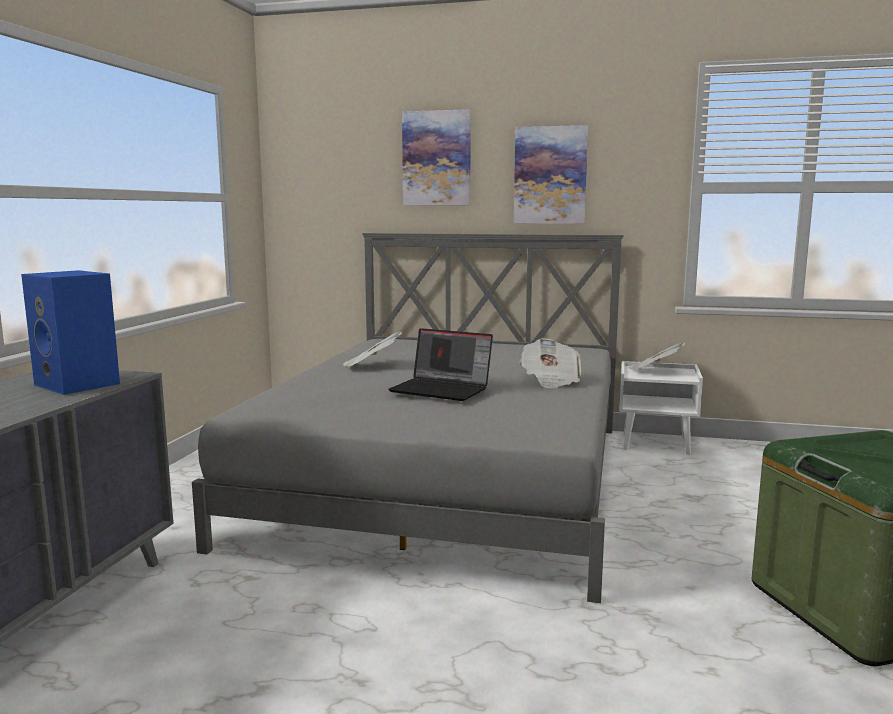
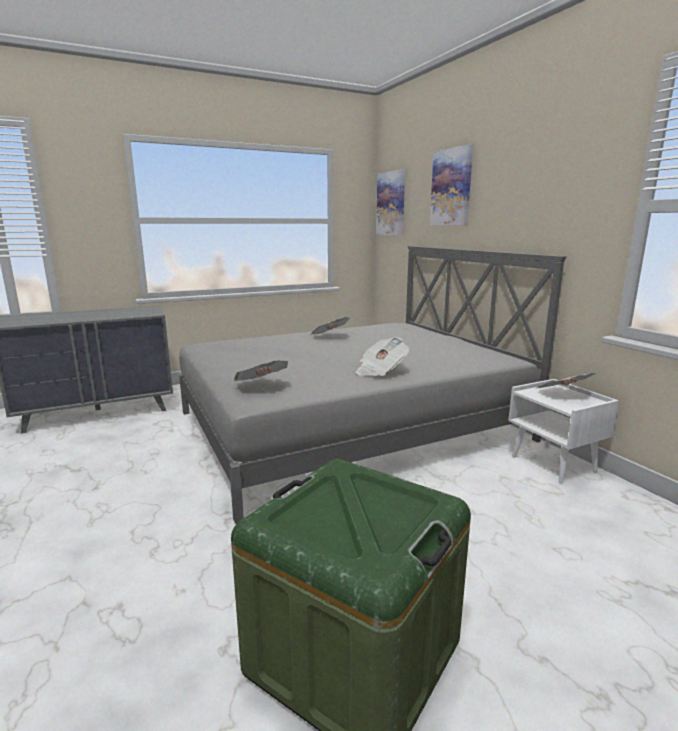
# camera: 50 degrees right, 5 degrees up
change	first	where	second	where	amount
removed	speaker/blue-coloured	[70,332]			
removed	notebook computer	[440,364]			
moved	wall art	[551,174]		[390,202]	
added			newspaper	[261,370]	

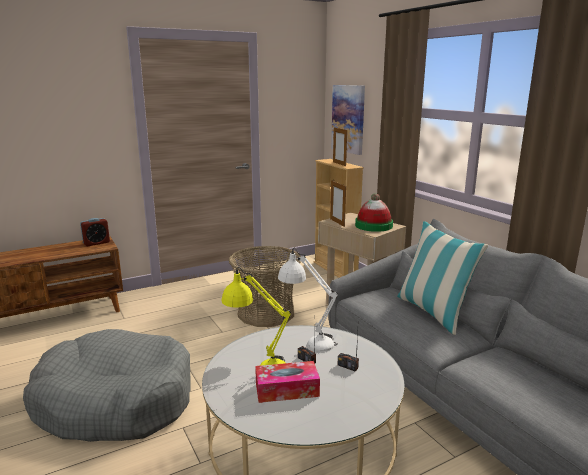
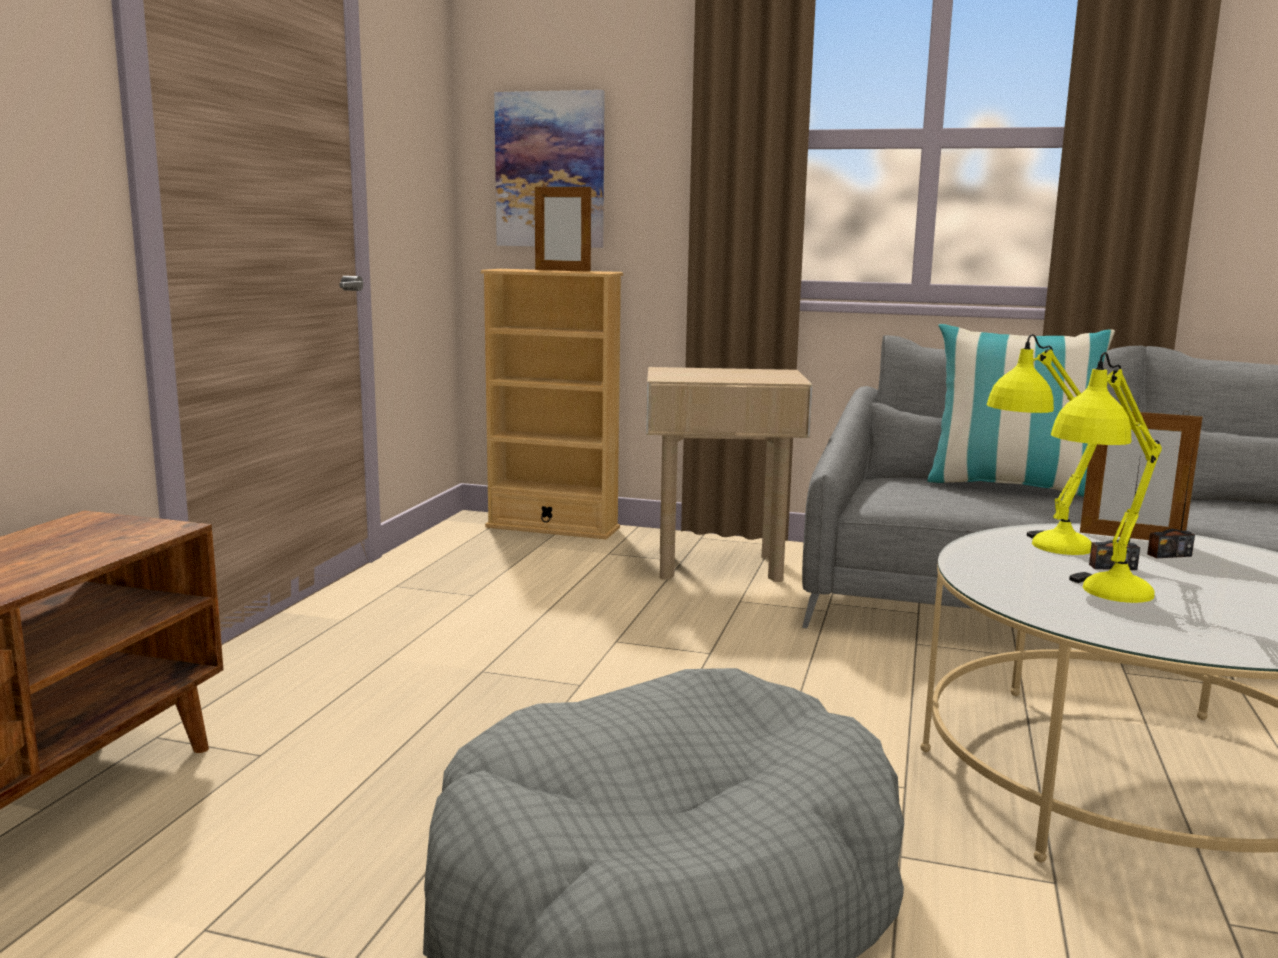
# camera: 45 degrees left, 5 degrees down
change	first	where	second	where	amount
removed	bedside clock	[95,232]			
removed	storage basket	[265,286]			
removed	box of tissues	[287,382]			
recoloured	table lamp/whitish	[308,300]	table lamp/yellow-coloured	[1042,444]	
moved	standing frame	[338,203]		[1141,475]	
removed	wearable hat	[374,212]			

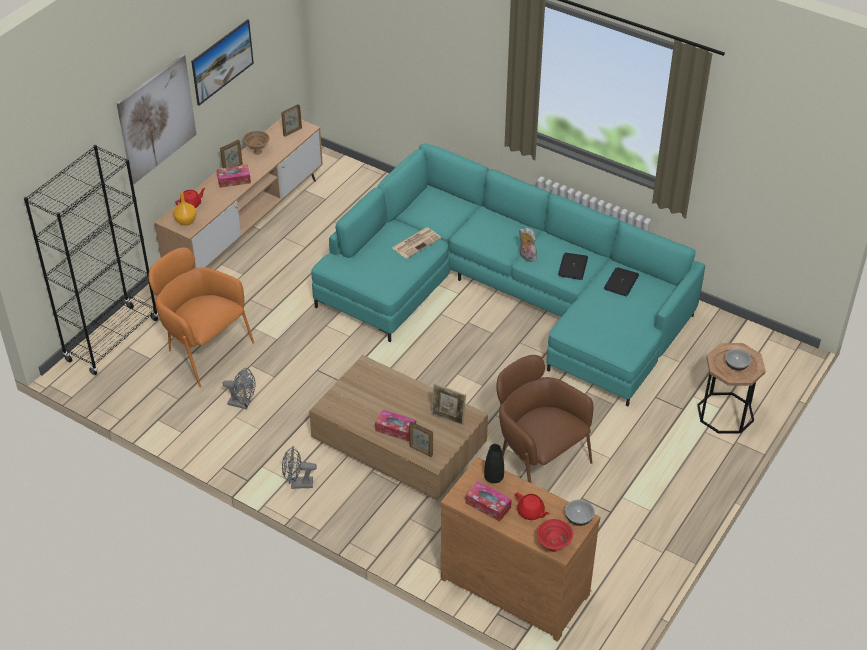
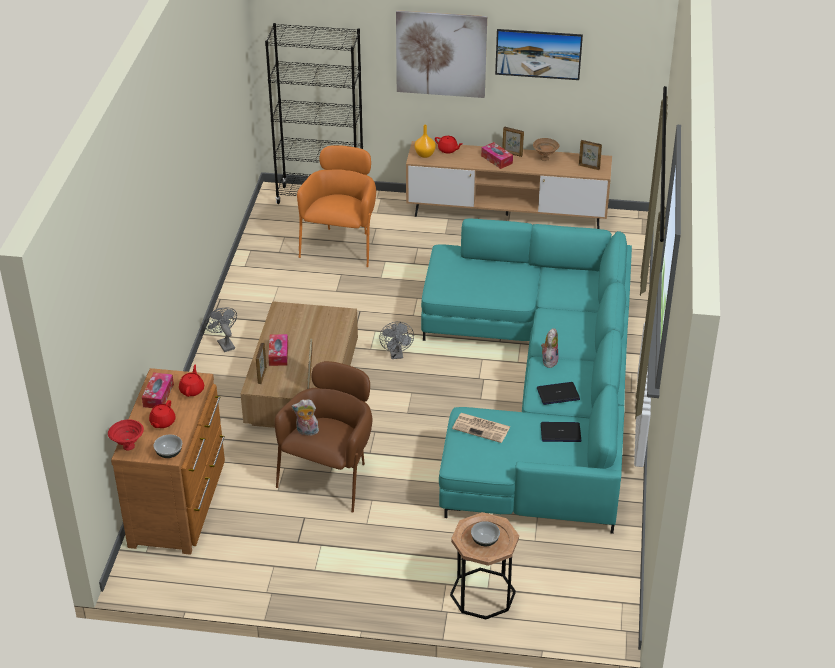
# camera: 65 degrees right, 5 degrees down
change	first	where	second	where	amount
moved	electric fan/greyish	[239,388]		[396,340]	
moved	newspaper	[416,243]		[481,428]	
replaced	decorative vase/blackish	[494,463]	tea pot/red	[191,381]	
added			cuddly toy	[305,417]	

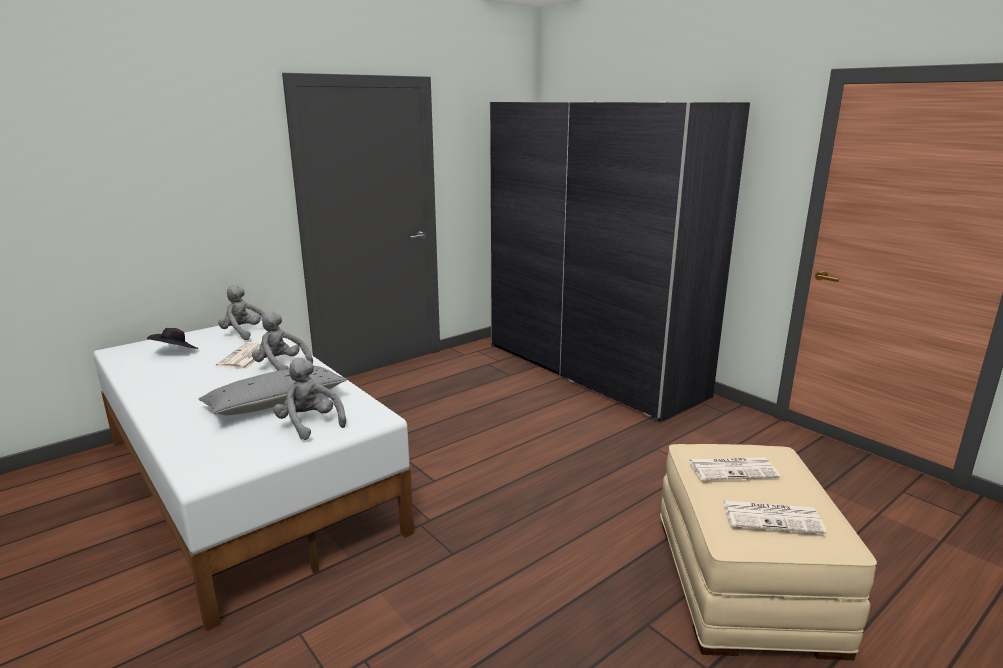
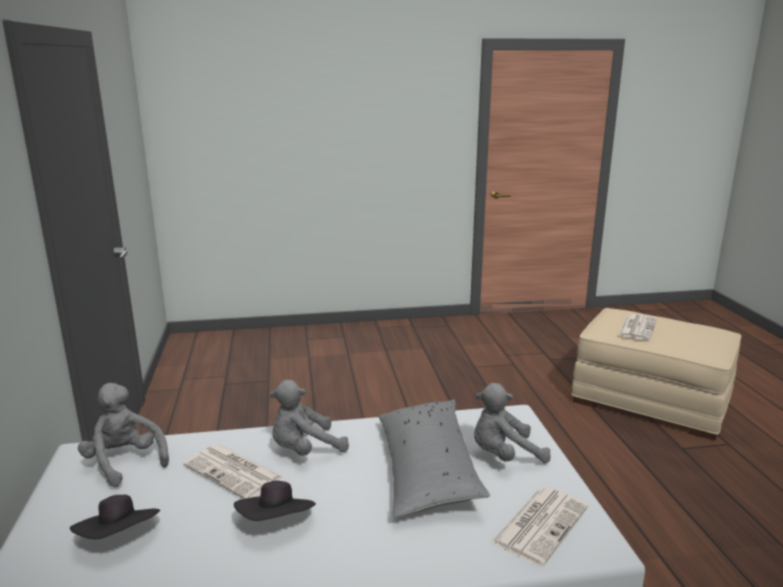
# camera: 60 degrees left, 0 degrees up
change	first	where	second	where	amount
turned	cuddly toy/greyish	[241,312]		[123,435]	75 degrees clockwise
removed	armoire/greyish	[620,261]			
moved	newspaper	[775,517]		[539,527]	
added			wearable hat/blackish	[275,501]	

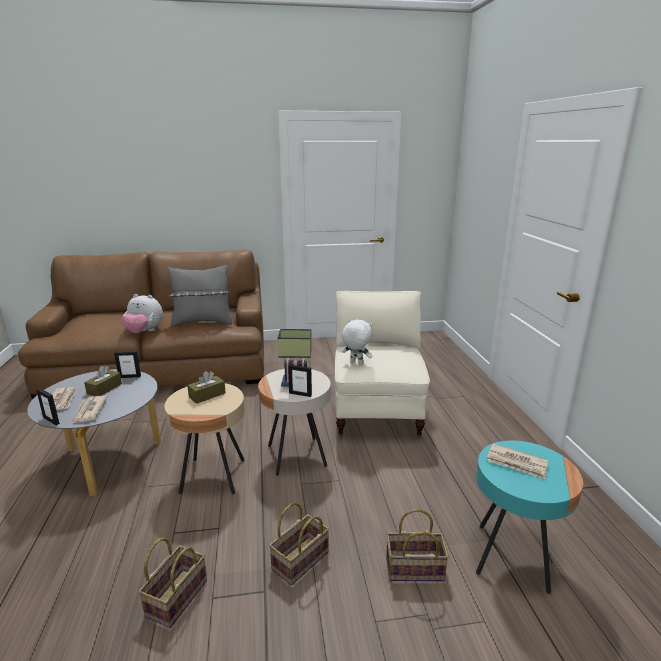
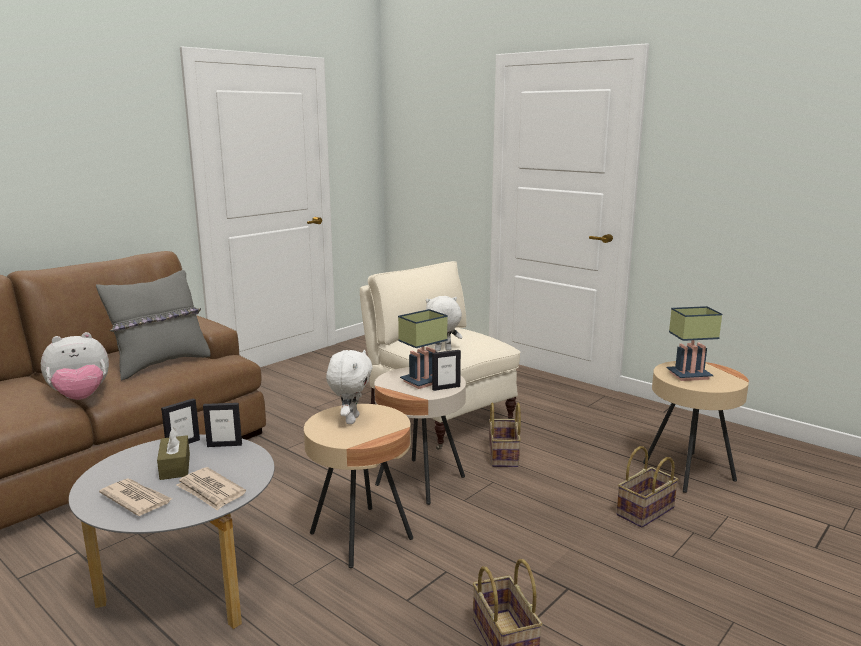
# camera: 40 degrees left, 5 degrees down
change	first	where	second	where	amount
moved	standing frame	[48,406]		[222,425]	
replaced	box of tissues/brown	[206,387]	cuddly toy/whitish	[349,387]	
moved	storage basket	[299,543]		[505,434]	
recoloured	end table/turquoise-coloured	[529,517]	end table/beige-coloured	[696,427]	
replaced	newspaper	[517,462]	table lamp	[694,343]	

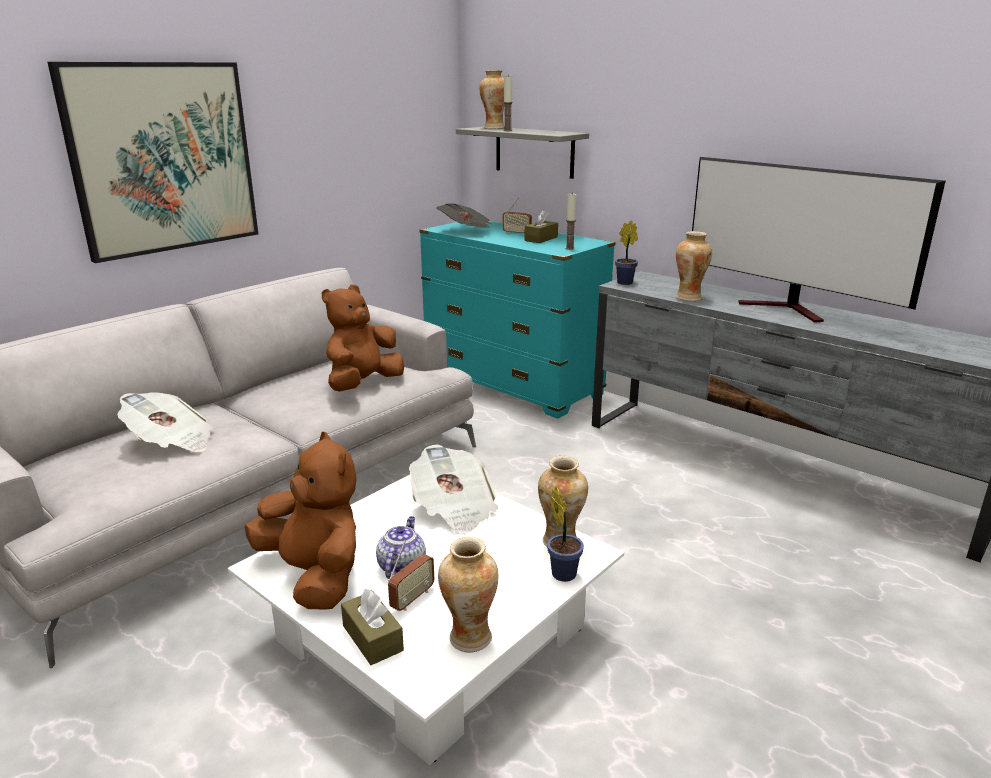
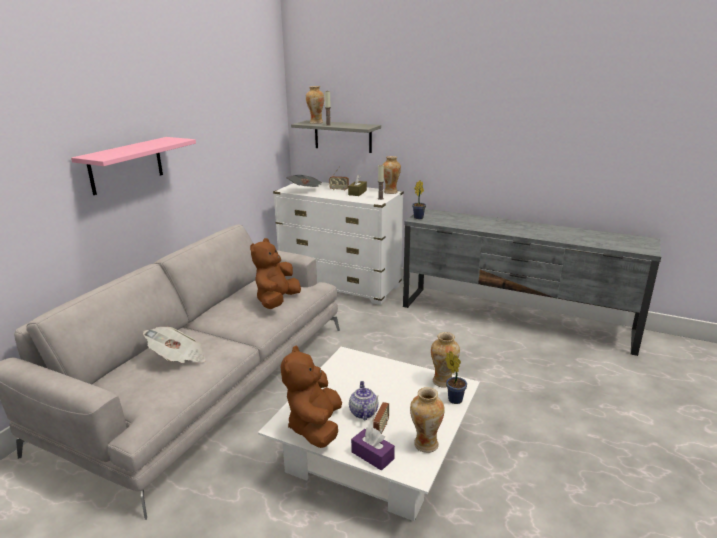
# camera: 15 degrees left, 0 degrees up
change	first	where	second	where	amount
replaced	wall art	[153,162]	bracket shelf/pink-coloured	[133,166]	
turned	cuddly toy/brown	[300,520]		[311,396]	120 degrees counterclockwise
recoloured	box of tissues/brown	[372,627]	box of tissues/purple-coloured	[373,449]	
removed	newspaper	[453,490]			
recoloured	drawer chest/turquoise-coloured	[517,320]	drawer chest/whitish	[338,243]	
moved	decorative vase	[694,266]		[392,175]	
removed	television	[819,240]			

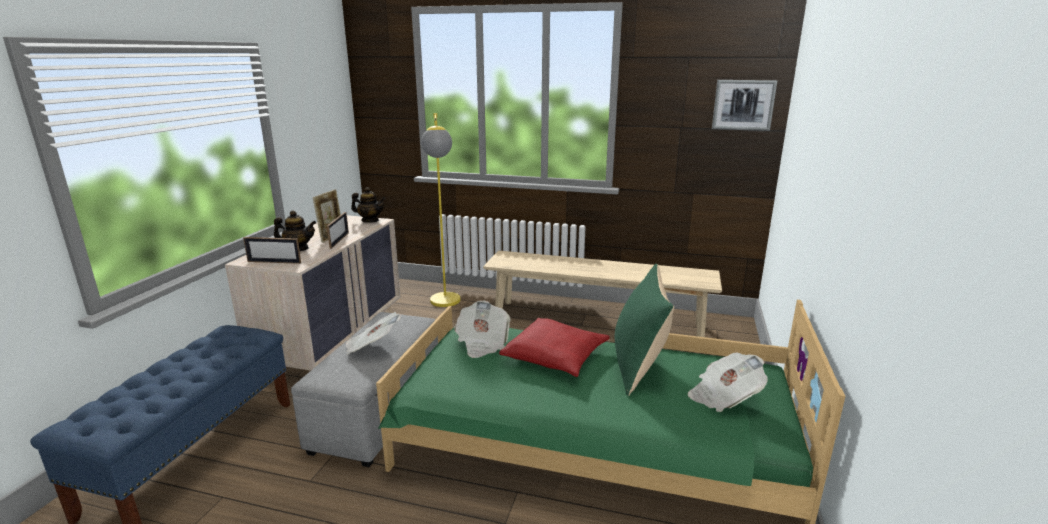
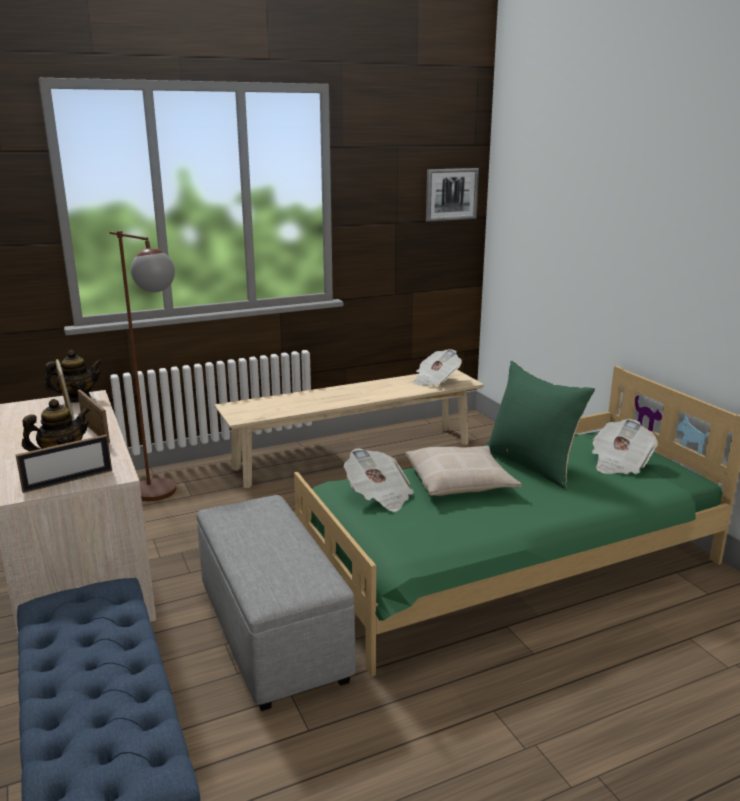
# camera: 40 degrees left, 0 degrees up
change	first	where	second	where	amount
moved	newspaper	[373,333]		[437,367]	
recoloured	standing lamp/yellow-coloured	[440,210]	standing lamp/brown	[142,366]	
recoloured	cushion/red	[554,347]	cushion/beige-coloured	[463,471]	

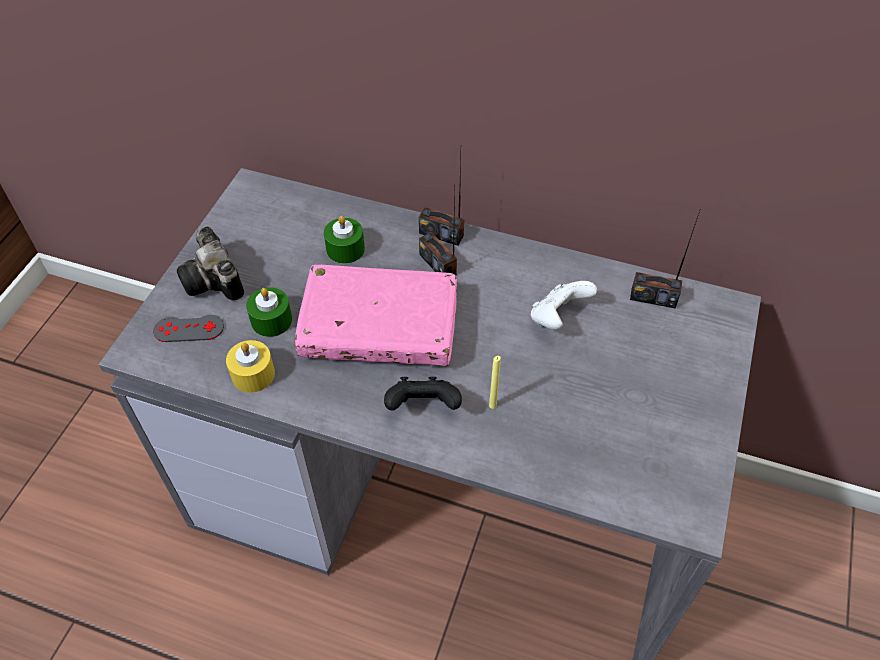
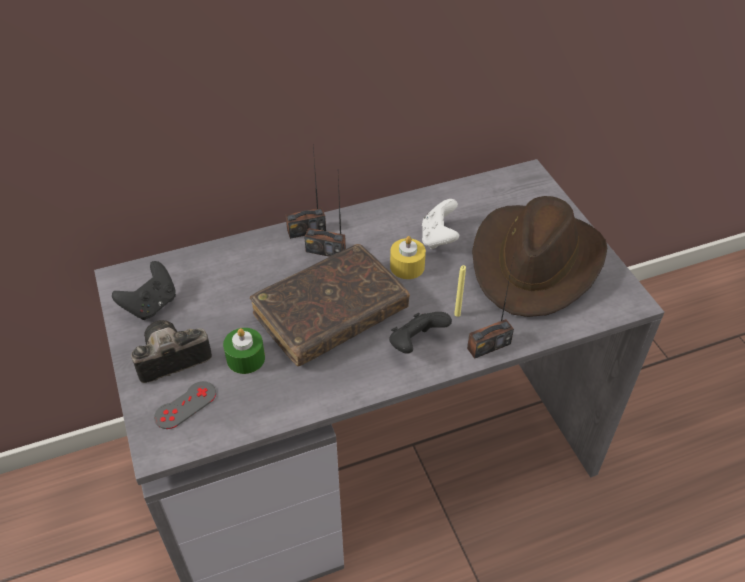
# camera: 40 degrees left, 5 degrees down
change	first	where	second	where	amount
turned	still camera	[210,263]		[171,351]	135 degrees clockwise
moved	wax candle/yellow-coloured	[250,366]		[408,257]	
recoloured	book/pink-coloured	[375,315]	book/brown	[330,305]	
removed	wax candle/green	[344,240]			
moved	radio set	[665,258]		[490,307]	
added			gamepad/blackish	[144,290]	
added			wearable hat/brown	[539,256]	

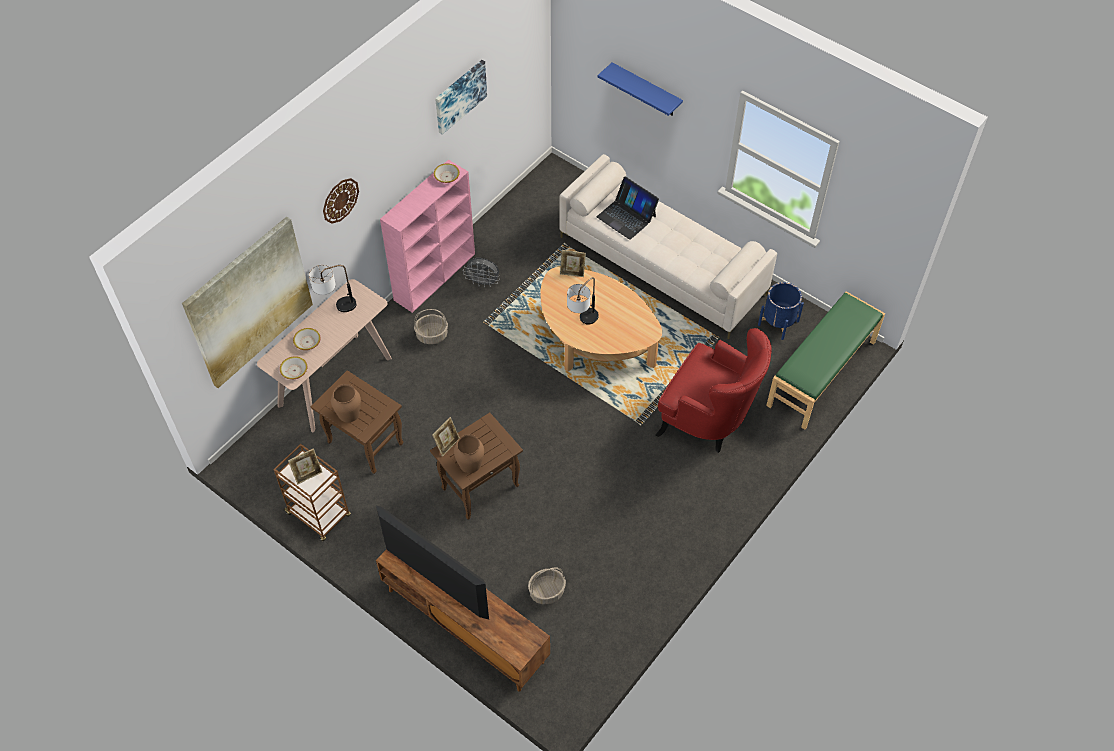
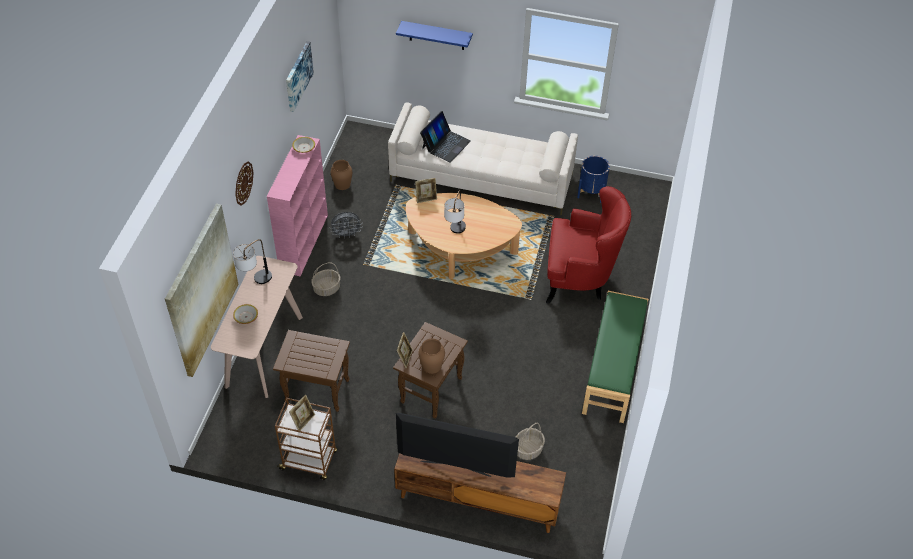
# camera: 25 degrees left, 5 degrees down
change	first	where	second	where	amount
removed	serving bowl	[294,367]			
moved	decorative vase/brown	[346,403]		[341,175]	
turned	notebook computer	[627,208]		[445,137]	75 degrees counterclockwise
moved	long seat/green	[825,360]		[615,357]	

